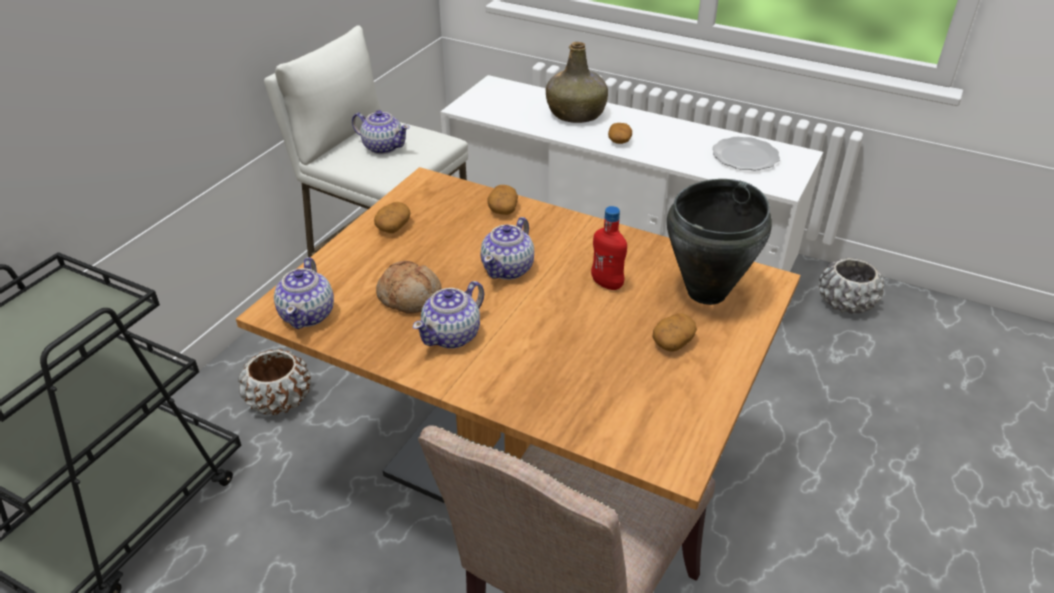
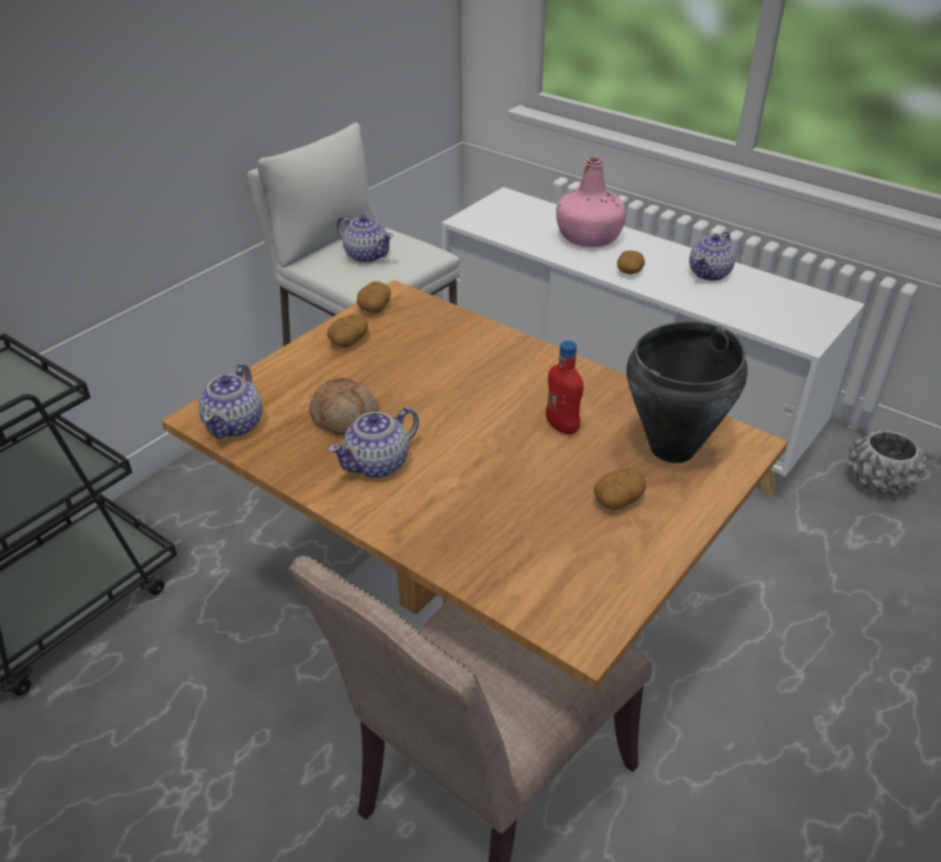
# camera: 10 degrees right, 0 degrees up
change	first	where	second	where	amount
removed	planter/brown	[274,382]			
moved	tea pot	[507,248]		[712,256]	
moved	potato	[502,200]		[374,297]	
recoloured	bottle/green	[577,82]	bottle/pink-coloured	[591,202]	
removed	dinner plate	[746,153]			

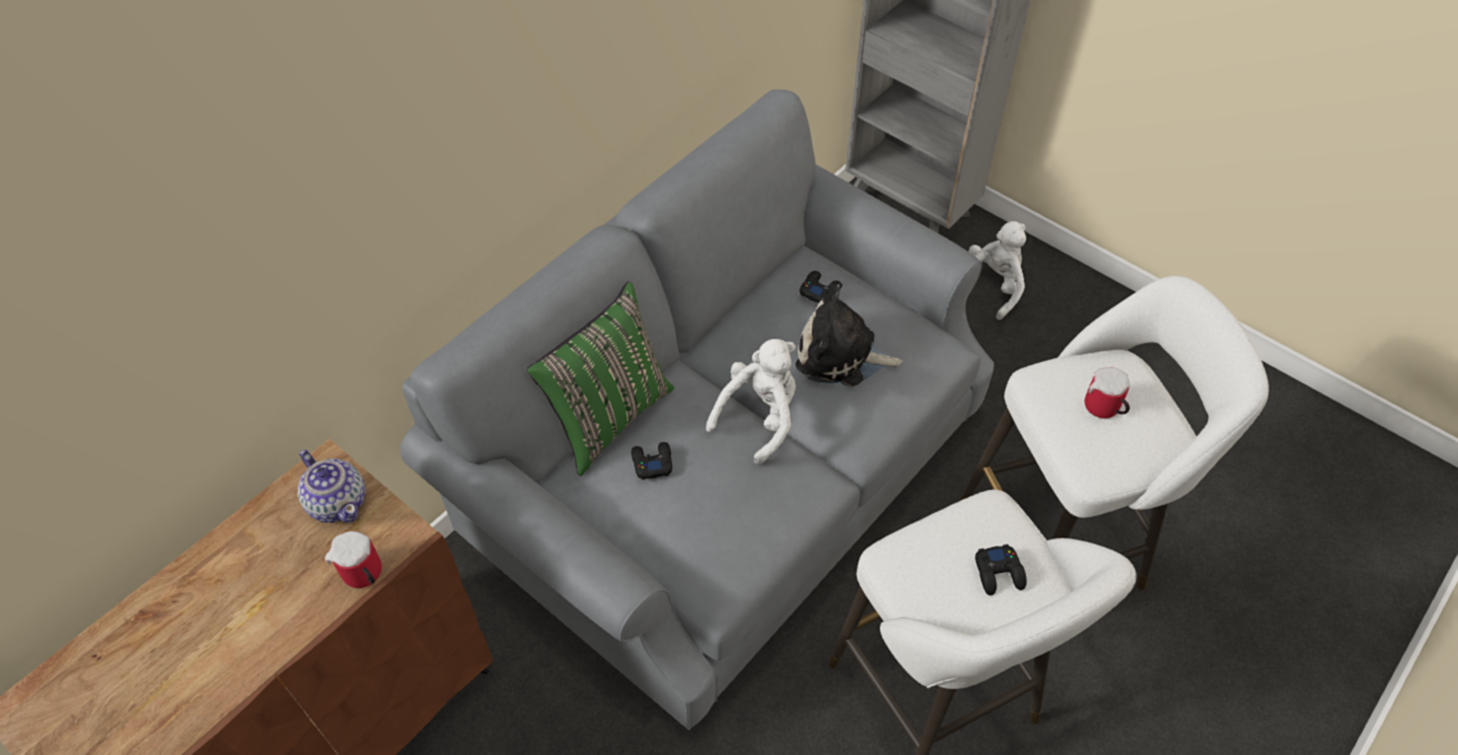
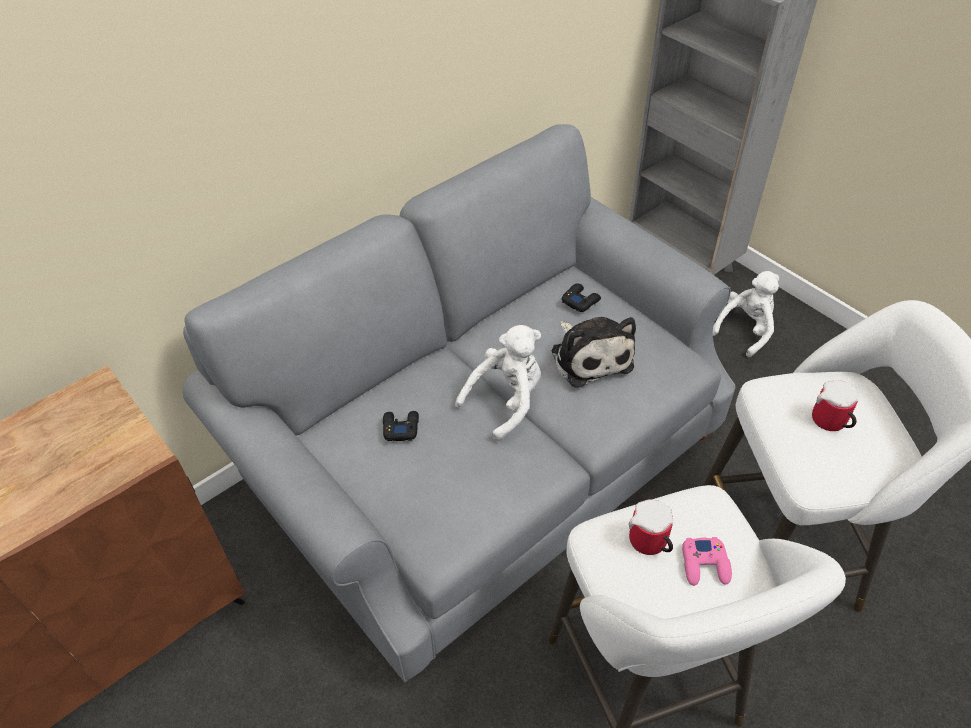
# camera: 10 degrees right, 5 degrees down
change	first	where	second	where	amount
removed	tea pot	[331,486]			
moved	mug	[353,559]		[651,527]	
removed	cushion/green	[600,379]			
turned	cuddly toy	[849,335]		[593,352]	135 degrees counterclockwise
recoloured	gamepad/blackish	[1001,570]	gamepad/pink-coloured	[707,561]	

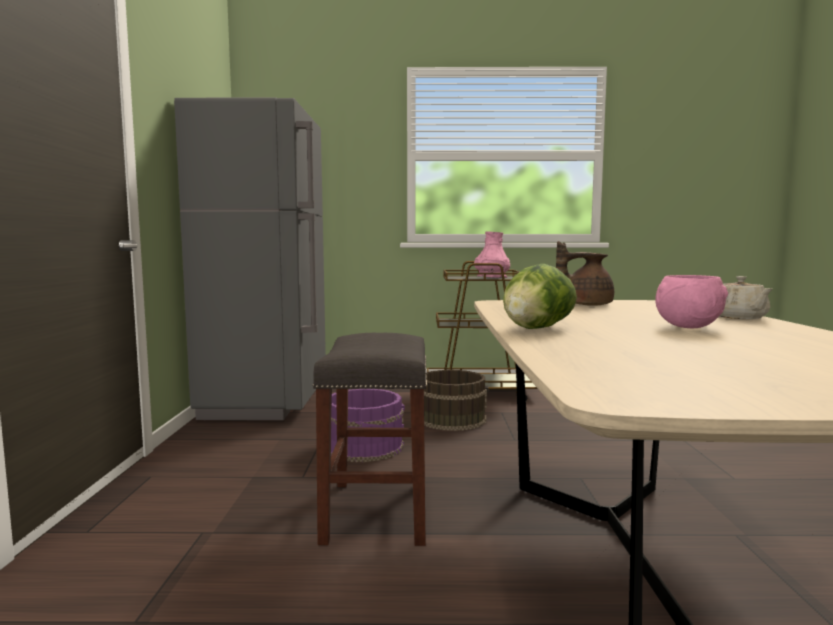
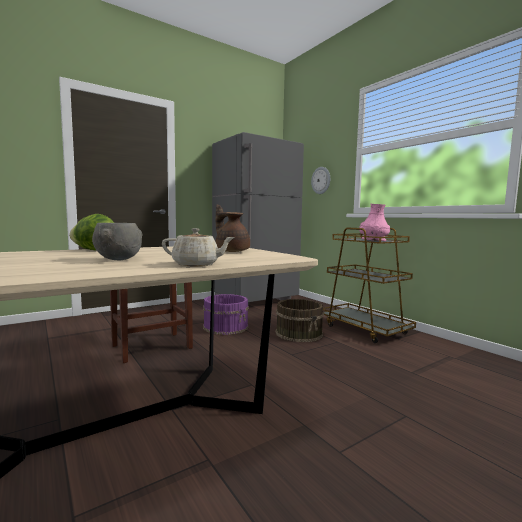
# camera: 55 degrees right, 0 degrees up
change	first	where	second	where	amount
recoloured	serving bowl/pink-coloured	[691,301]	serving bowl/greyish	[117,241]	
turned	tea pot/beige-coloured	[746,297]		[198,247]	135 degrees counterclockwise
added			wall clock	[320,180]	

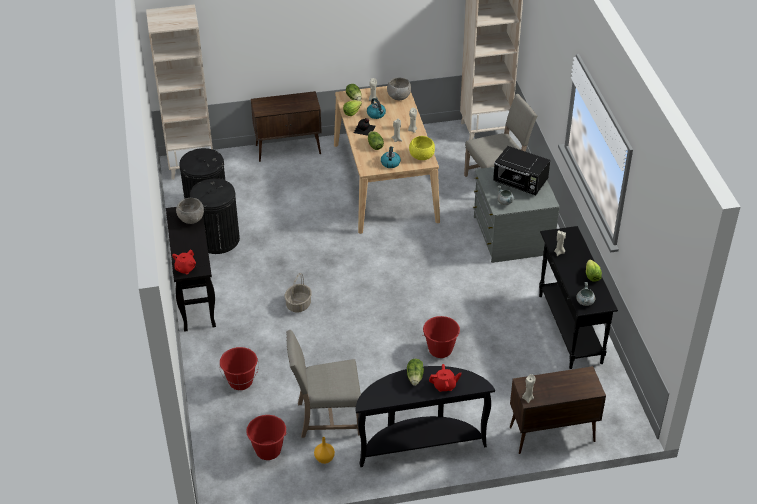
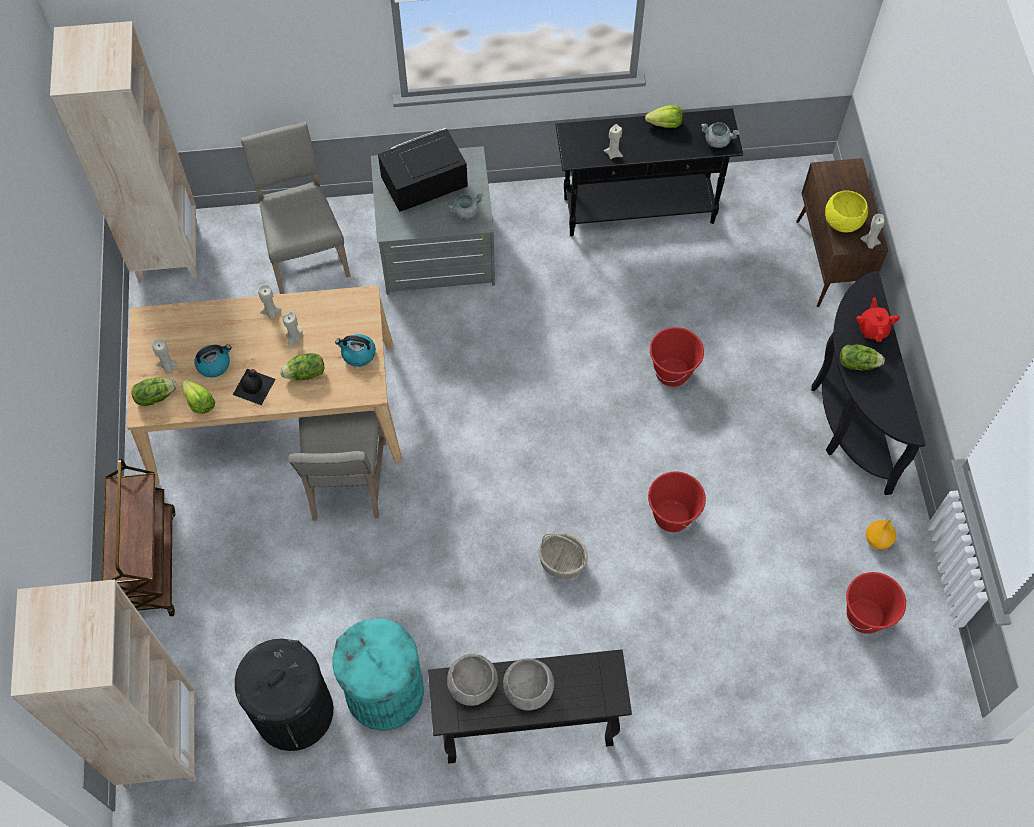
# camera: 85 degrees left, 20 degrees up
change	first	where	second	where	amount
removed	tea pot/red	[184,262]			
recoloured	rubbish bin/blackish	[215,216]	rubbish bin/turquoise-coloured	[378,674]	
moved	water bucket/red	[239,368]		[677,502]	
replaced	cupboard/brown	[286,126]	wheeled cart/brown	[139,537]	
moved	plain chair/beige-coloured	[323,384]		[337,465]	
moved	serving bowl/greyish	[399,89]		[528,684]	
moved	serving bowl/yellow-coloured	[422,148]		[846,211]	
turned	kitchen microwave/blackish	[521,170]		[423,170]	150 degrees counterclockwise

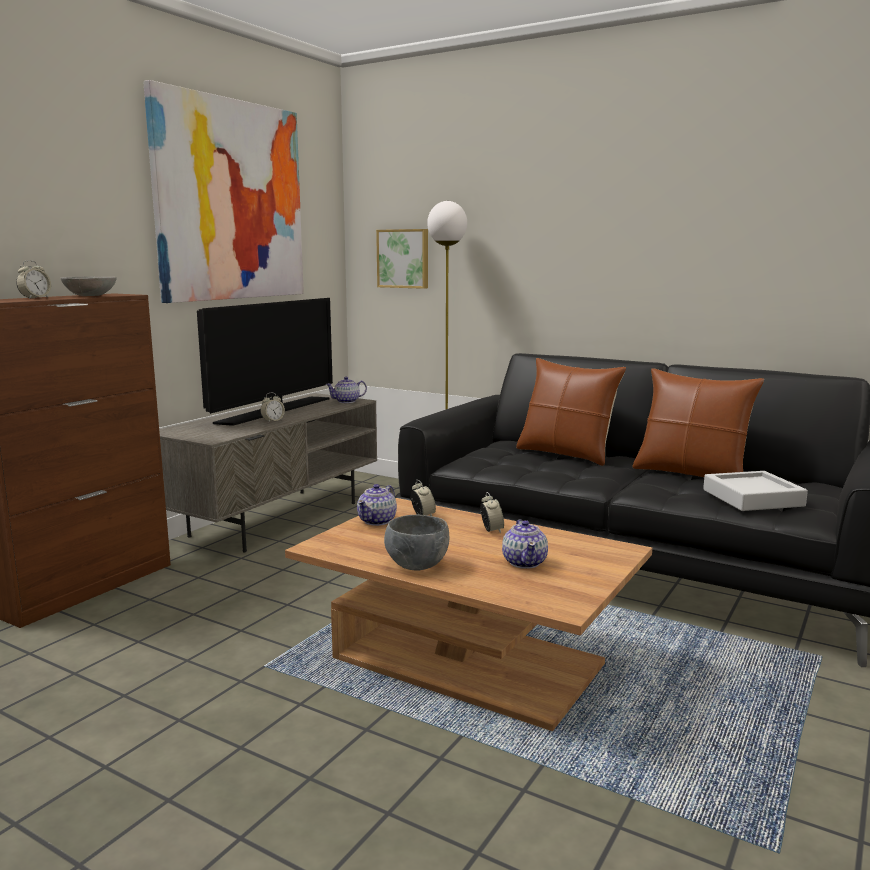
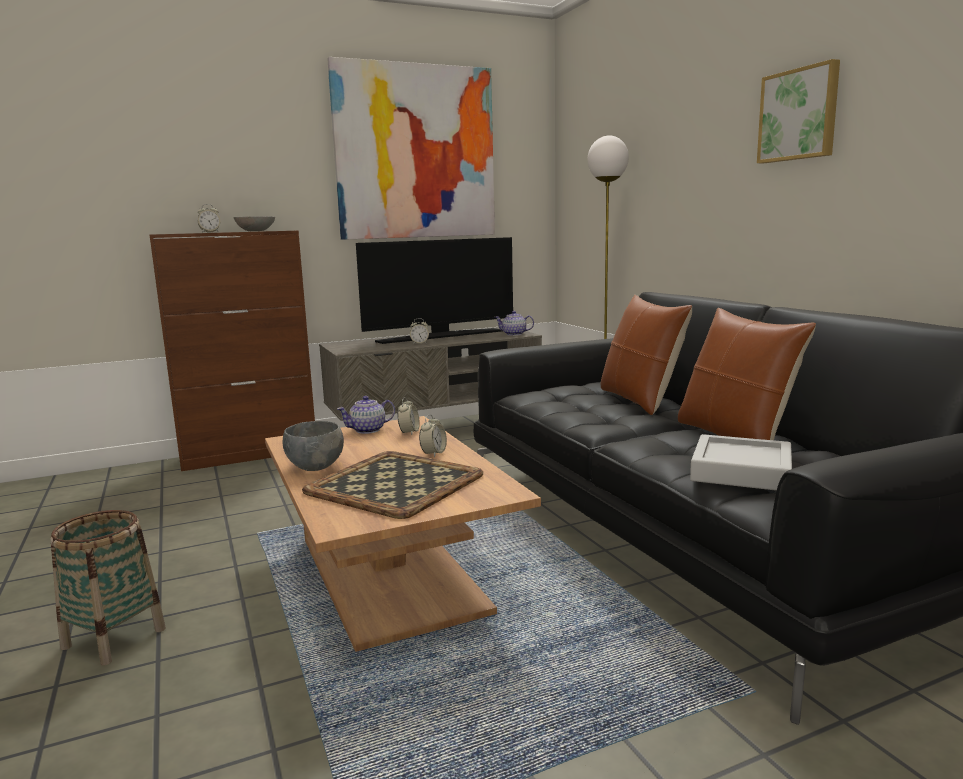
# camera: 35 degrees right, 0 degrees up
change	first	where	second	where	amount
moved	wall art	[402,259]		[798,111]	
replaced	tea pot	[525,544]	serving tray	[392,485]	
added			storage basket	[108,587]	

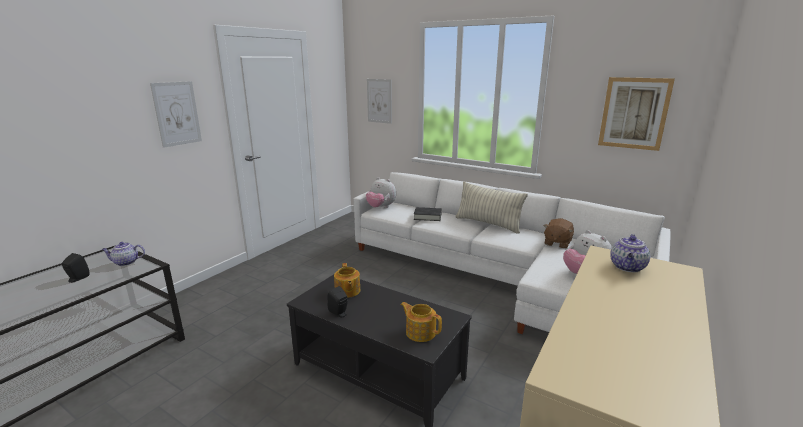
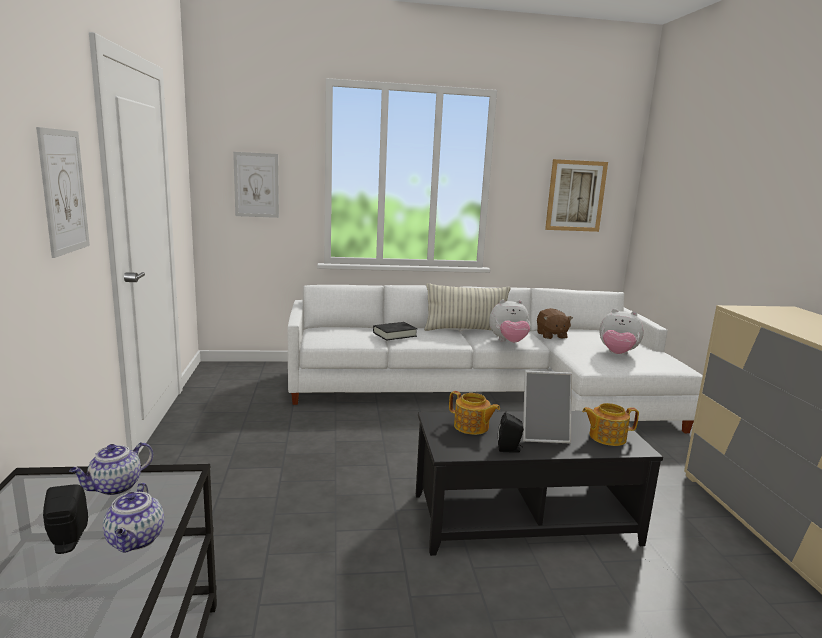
# camera: 40 degrees left, 5 degrees down
change	first	where	second	where	amount
moved	cuddly toy	[381,192]		[510,321]	
moved	tea pot	[630,253]		[133,518]	
added			standing frame	[547,407]	

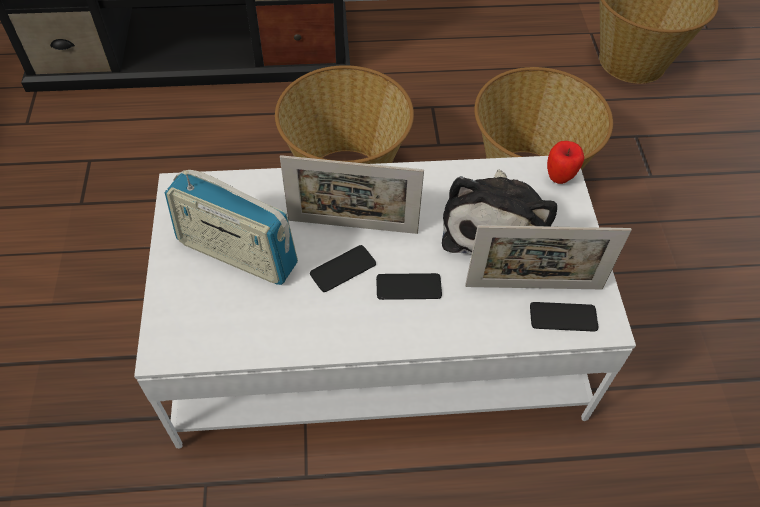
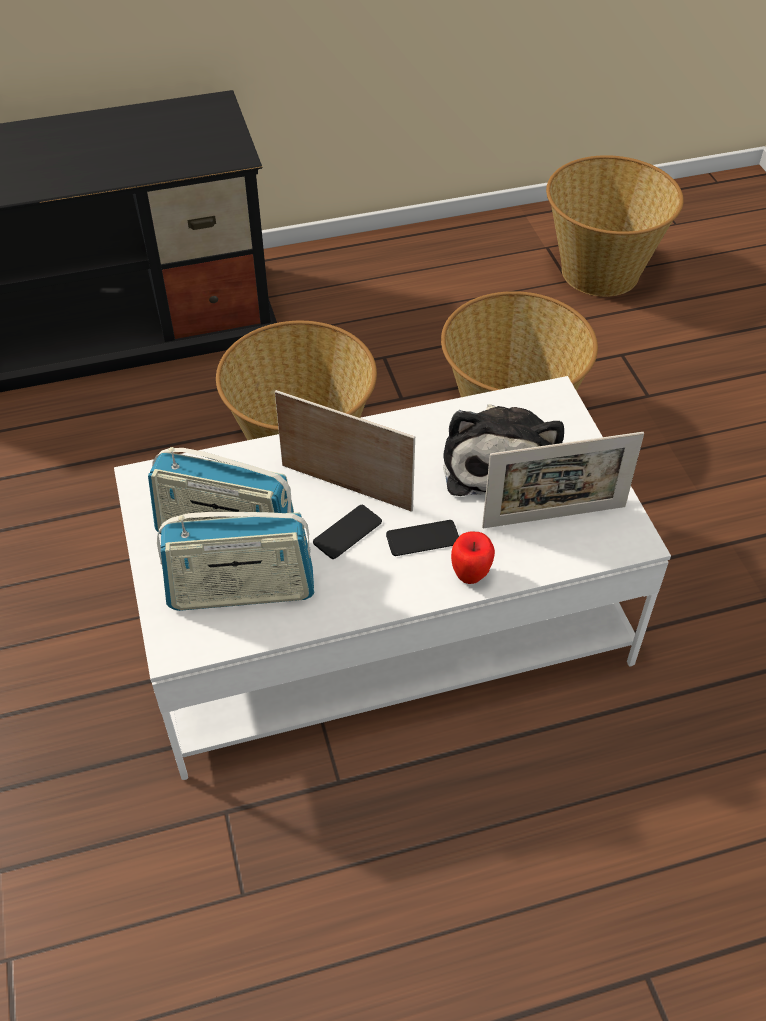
# camera: 10 degrees left, 5 degrees down
change	first	where	second	where	amount
turned	standing frame	[352,194]		[345,451]	150 degrees counterclockwise
removed	telephone	[564,317]			
moved	apple fruit	[565,162]		[473,557]	
added			radio set	[235,561]	

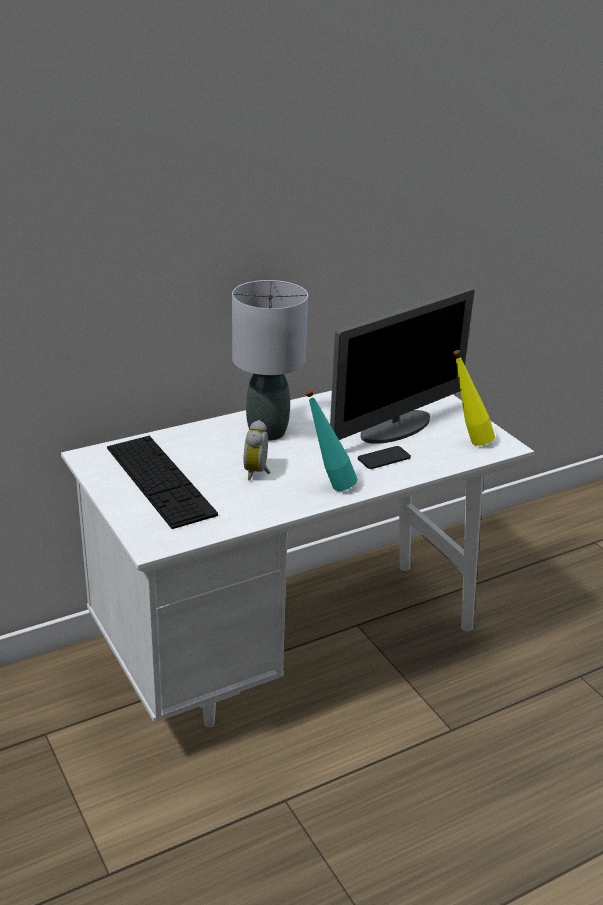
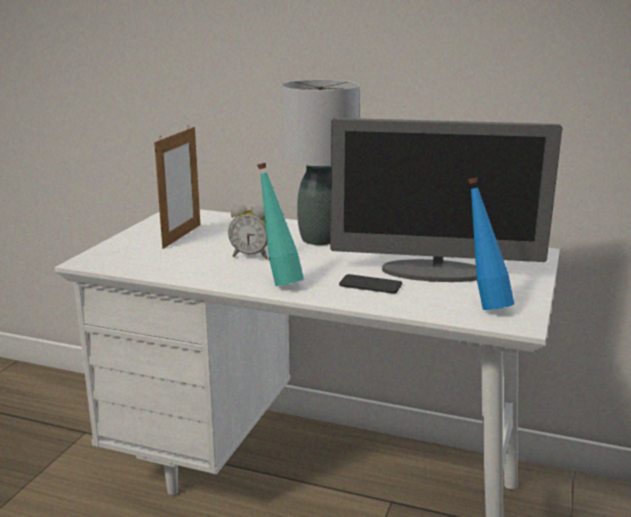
# camera: 50 degrees right, 10 degrees down
change	first	where	second	where	amount
replaced	keyboard	[162,482]	standing frame	[177,187]	
turned	bedside clock	[257,450]		[248,231]	135 degrees counterclockwise
recoloured	bottle/yellow-coloured	[474,398]	bottle/blue-coloured	[491,243]	

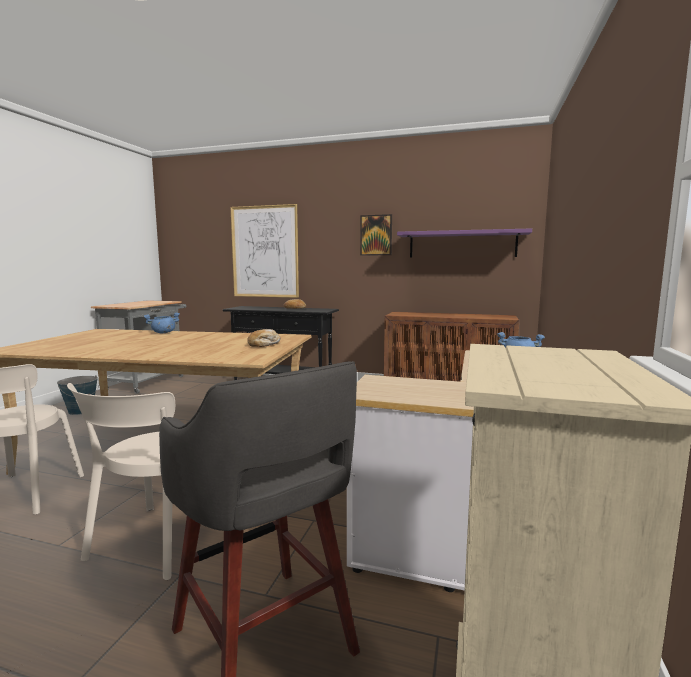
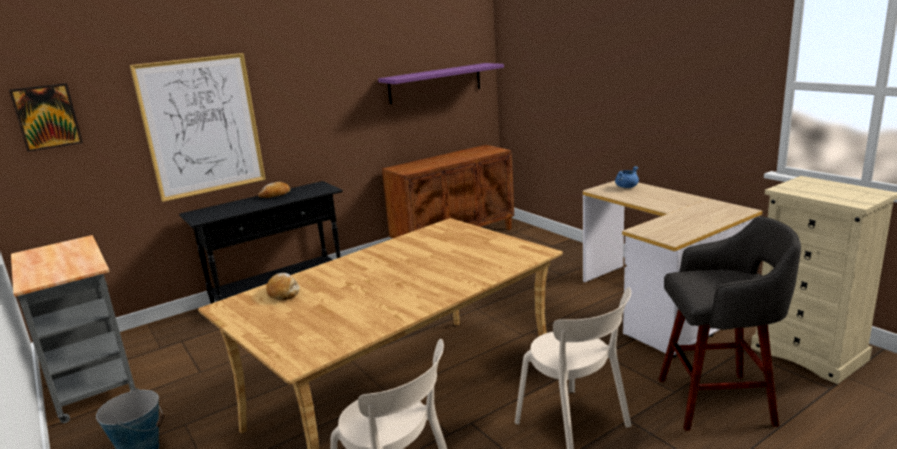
# camera: 50 degrees left, 10 degrees up
change	first	where	second	where	amount
removed	cooking pot/blue-coloured	[162,323]			
moved	bread	[264,338]		[282,286]	
moved	wall art	[376,235]		[46,117]	

